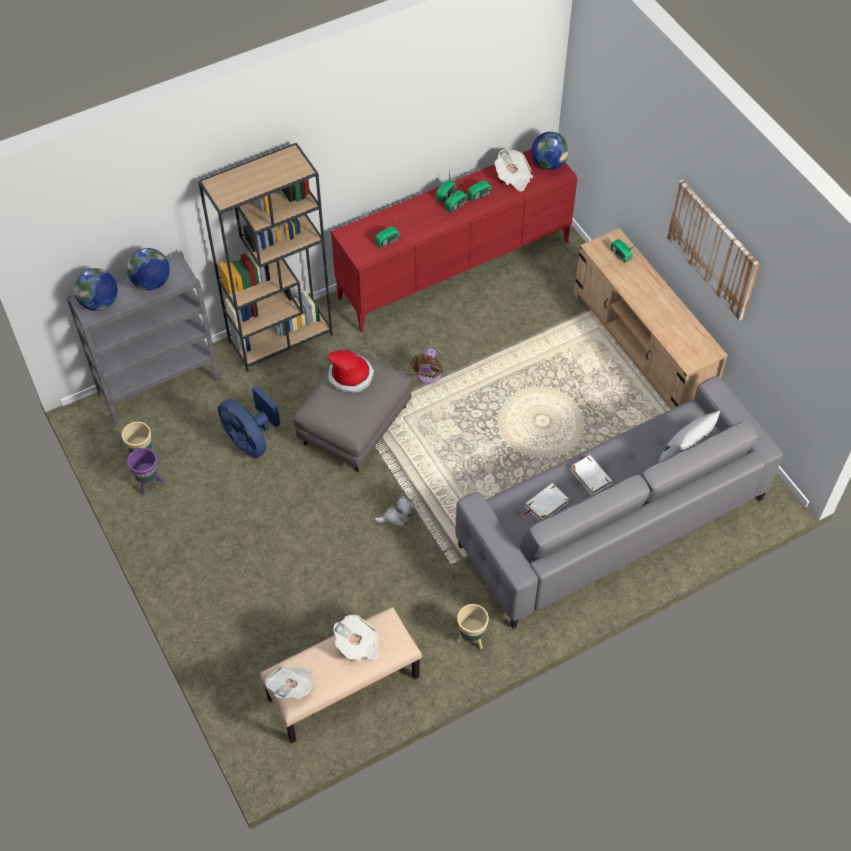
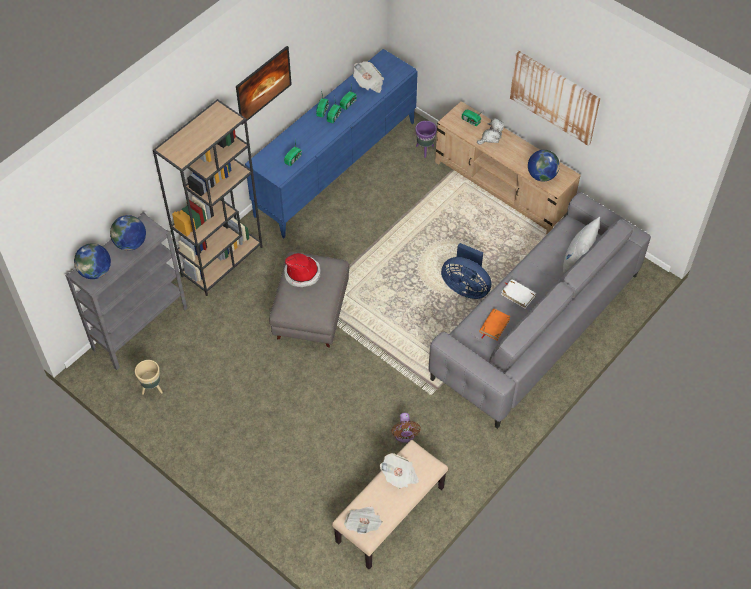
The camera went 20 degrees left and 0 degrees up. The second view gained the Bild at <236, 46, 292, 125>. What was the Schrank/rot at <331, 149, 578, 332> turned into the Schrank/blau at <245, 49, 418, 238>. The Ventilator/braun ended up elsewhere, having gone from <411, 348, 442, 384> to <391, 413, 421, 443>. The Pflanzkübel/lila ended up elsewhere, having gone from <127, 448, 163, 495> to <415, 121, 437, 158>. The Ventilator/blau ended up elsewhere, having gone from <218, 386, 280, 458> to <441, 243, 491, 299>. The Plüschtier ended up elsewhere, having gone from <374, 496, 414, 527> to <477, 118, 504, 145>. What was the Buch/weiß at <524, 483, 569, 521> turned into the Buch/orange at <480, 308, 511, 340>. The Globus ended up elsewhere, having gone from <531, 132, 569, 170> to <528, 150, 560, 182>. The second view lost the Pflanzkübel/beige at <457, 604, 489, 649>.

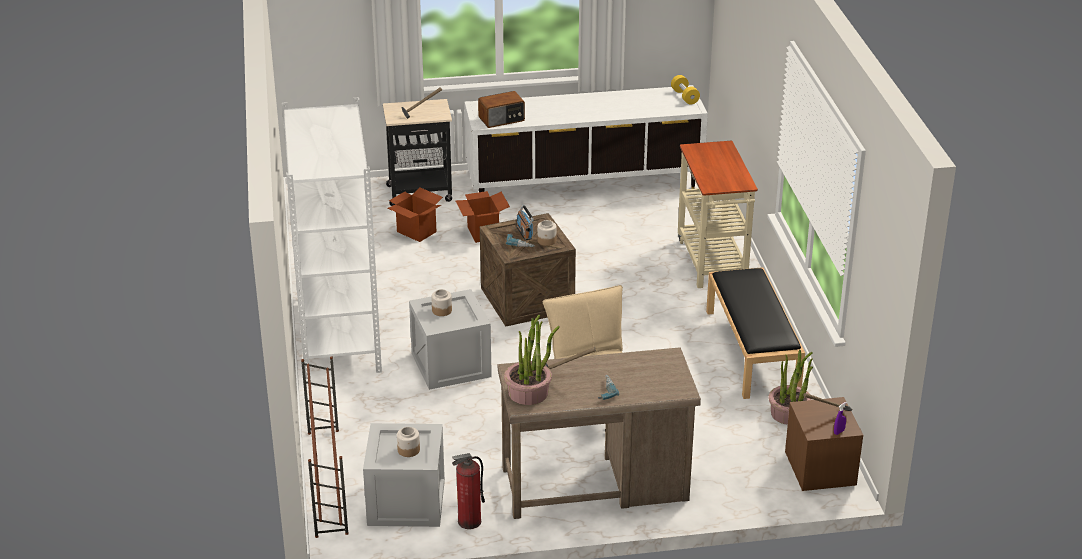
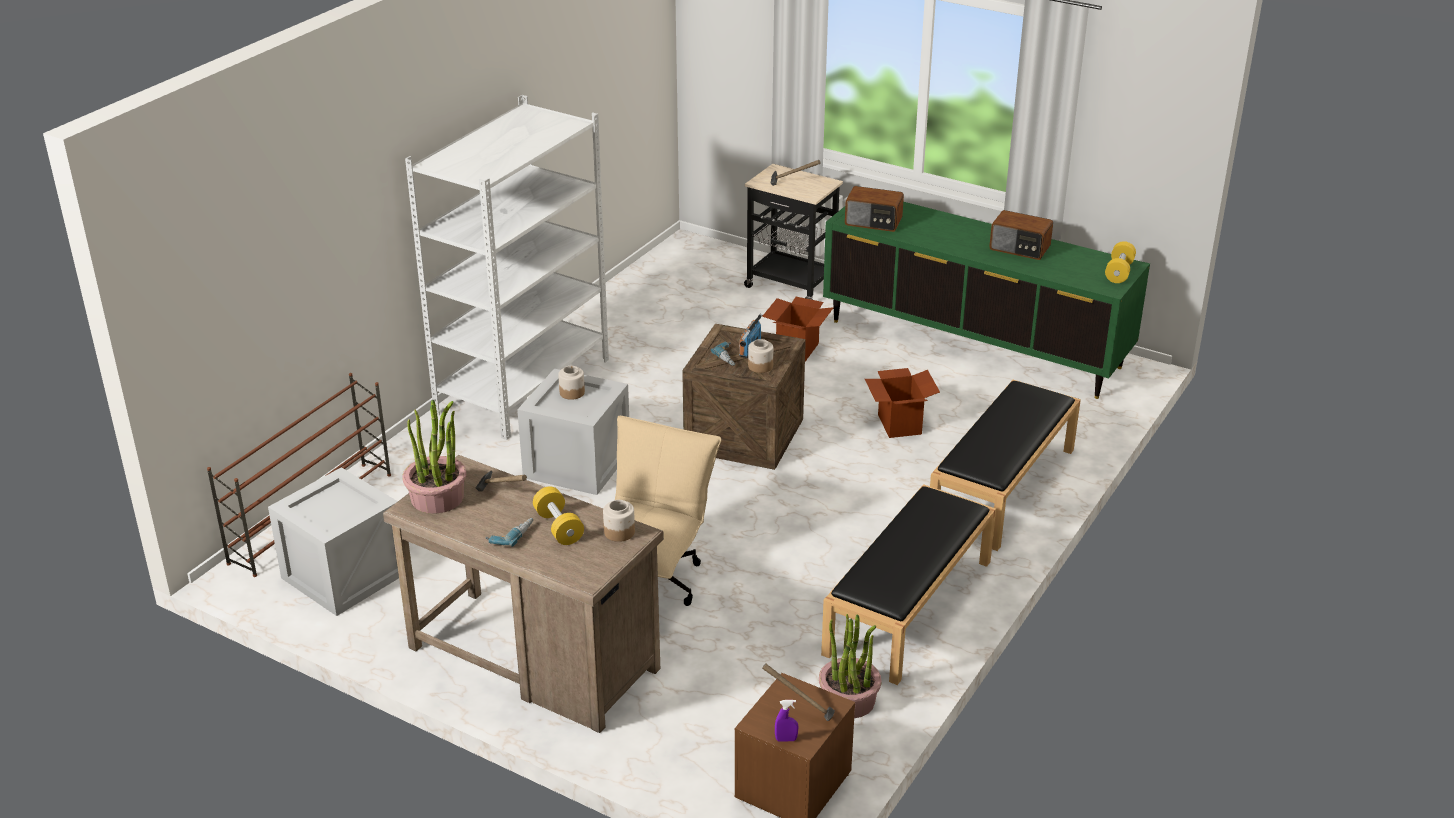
The camera went 40 degrees right and 0 degrees up. The second view gained the Hantel/gelb at <533, 486, 584, 545>. The Vorratsglas ended up elsewhere, having gone from <397, 427, 420, 457> to <603, 500, 635, 542>. What was the Schrank/weiß at <464, 85, 708, 192> turned into the Schrank/grün at <823, 202, 1150, 399>. The Karton ended up elsewhere, having gone from <388, 188, 443, 242> to <865, 368, 940, 438>. Where the Rollwagen/beige stood at <678, 141, 758, 288>, the Bank/schwarz came to stand at <930, 380, 1081, 551>. The second view gained the Radio at <989, 210, 1053, 260>. The second view lost the Feuerlöscher at <452, 453, 485, 529>.

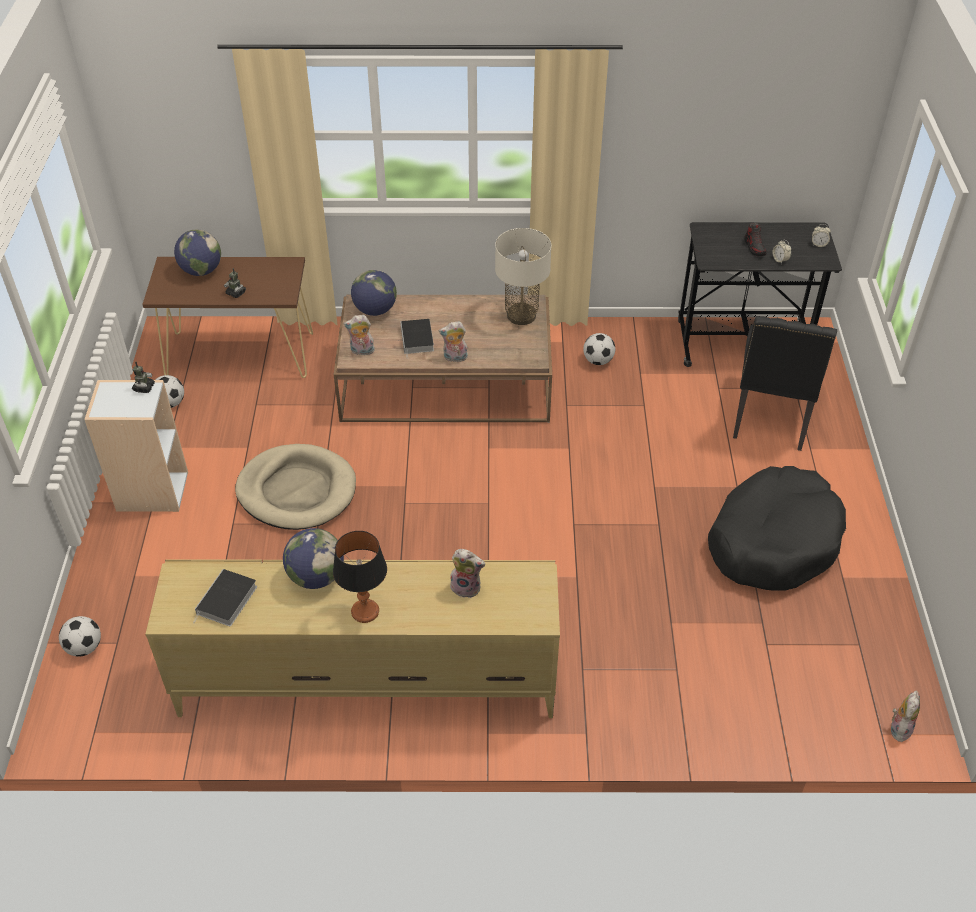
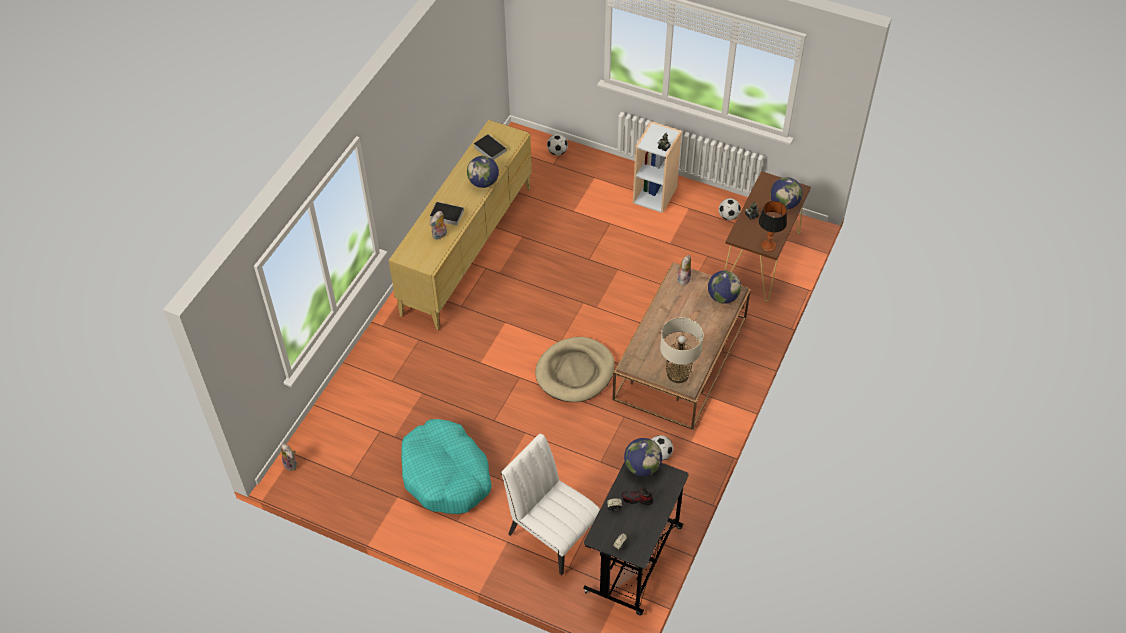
The camera went 115 degrees right and 5 degrees up. What was the Hundebett/schwarz at <708, 466, 846, 591> turned into the Hundebett/türkis at <401, 419, 492, 514>. The Buch ended up elsewhere, having gone from <400, 319, 434, 357> to <430, 202, 464, 226>. What was the Stuhl/schwarz at <733, 316, 837, 451> turned into the Stuhl/weiß at <501, 434, 600, 575>. The Hundebett/beige ended up elsewhere, having gone from <235, 444, 356, 530> to <535, 337, 615, 402>. The second view gained the Globus at <624, 438, 662, 476>. The Tischlampe ended up elsewhere, having gone from <333, 531, 387, 623> to <759, 201, 787, 252>. The second view lost the Plüschtier at <439, 321, 468, 362>.

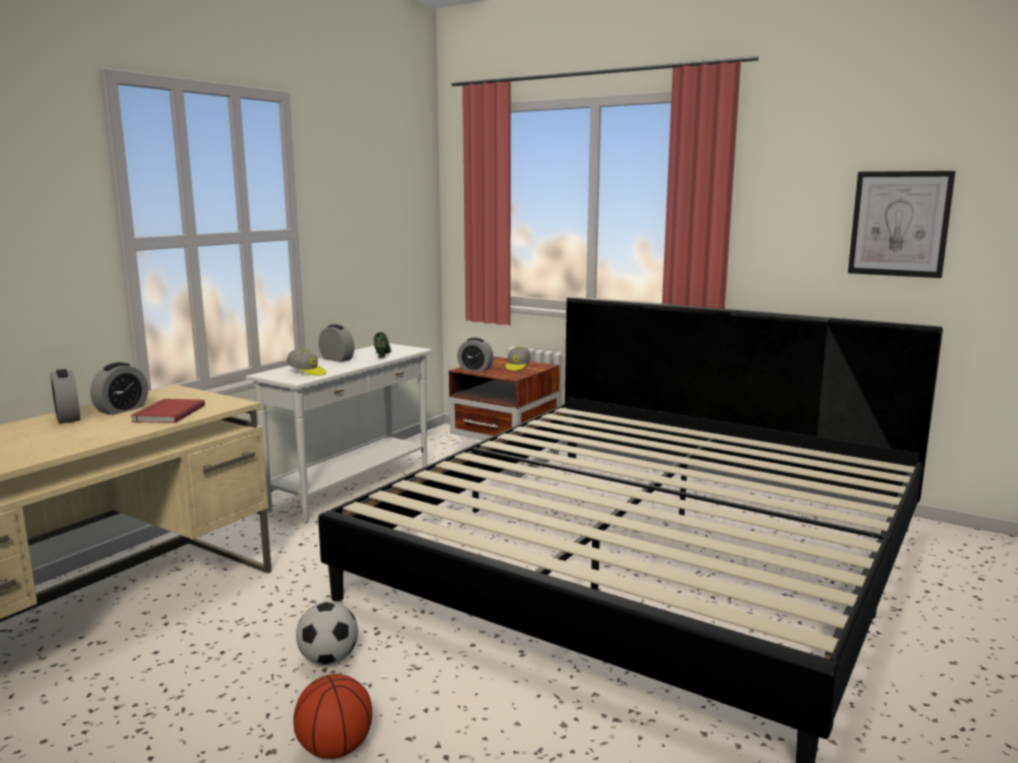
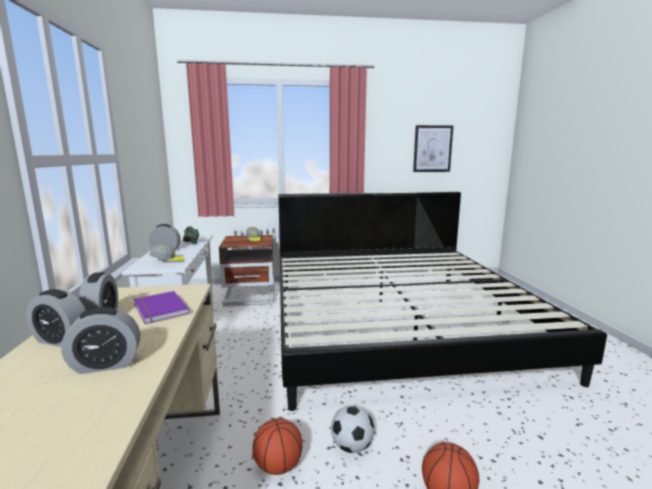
The camera went 40 degrees left and 0 degrees up. The Wecker ended up elsewhere, having gone from <457, 338, 494, 372> to <61, 307, 140, 374>. What was the Buch/rot at <130, 398, 205, 423> turned into the Buch/lila at <134, 291, 190, 324>. The second view gained the Basketball at <253, 418, 303, 475>.

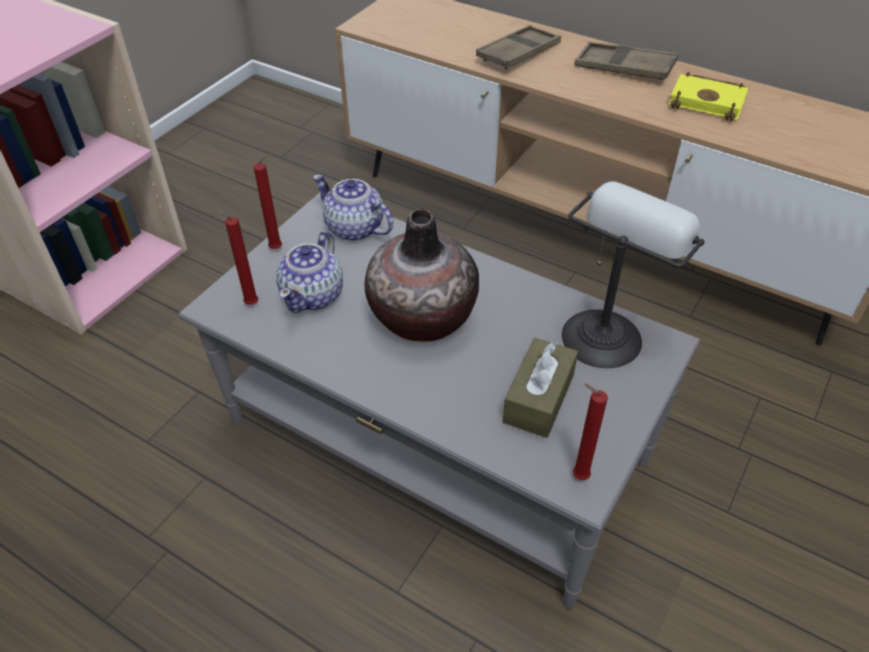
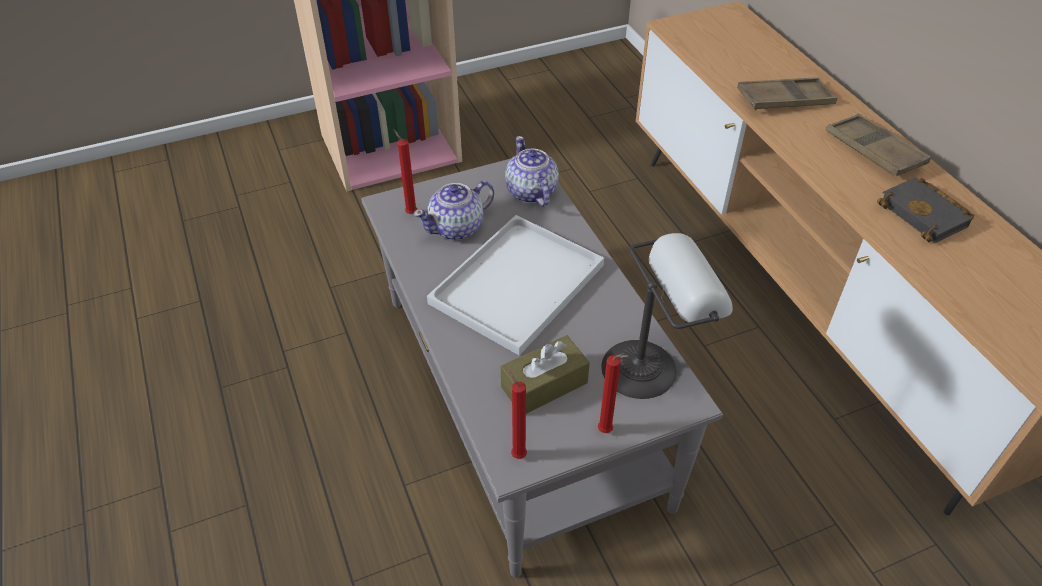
The camera went 35 degrees right and 0 degrees up. Where the Vase stood at <364, 209, 479, 341>, the Tablett/weiß came to stand at <427, 215, 604, 355>. The Kerze/rot ended up elsewhere, having gone from <254, 154, 282, 249> to <598, 354, 629, 433>. What was the Buch/gelb at <669, 72, 748, 121> turned into the Buch/schwarz at <877, 177, 974, 243>.

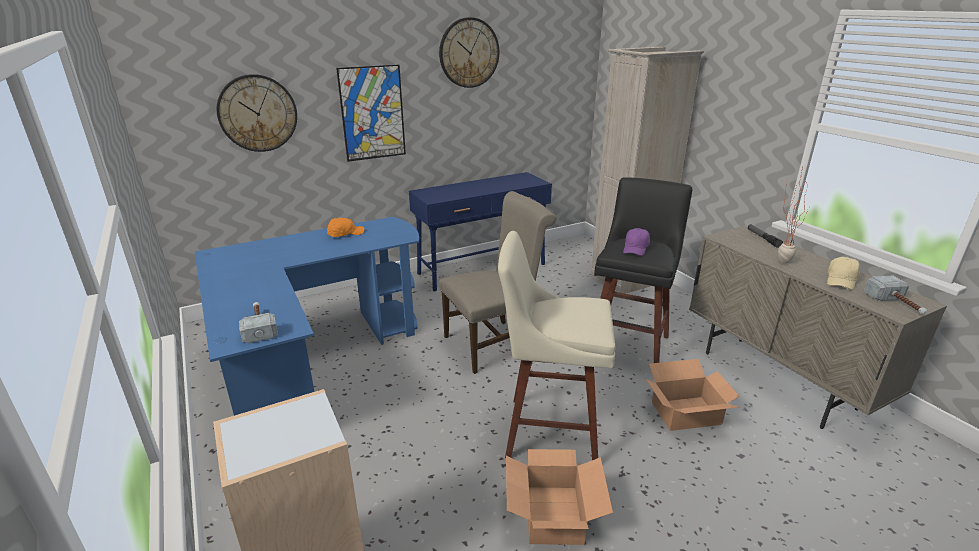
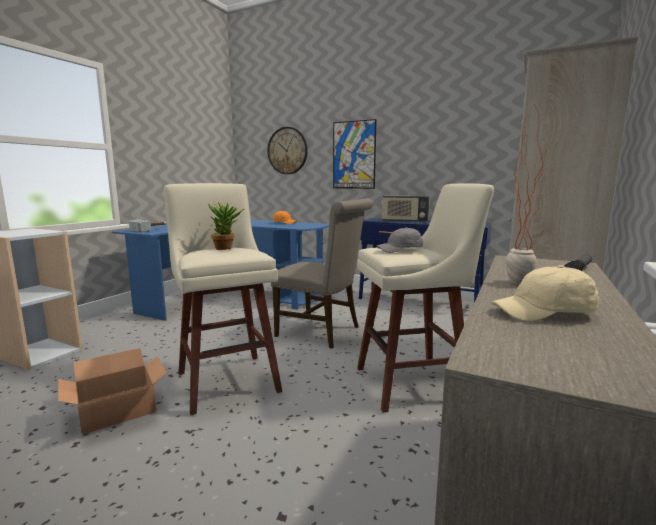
The camera went 55 degrees right and 15 degrees down. The second view gained the Topfpflanze at <207, 202, 244, 250>. What was the Hocker/schwarz at <594, 177, 692, 363> turned into the Hocker/beige at <357, 184, 494, 413>. What was the Kappe/lila at <623, 228, 650, 256> turned into the Kappe/grau at <377, 227, 423, 253>. The second view gained the Radio at <382, 196, 430, 223>. The second view lost the Wanduhr at <439, 17, 499, 88>. The second view lost the Karton at <646, 359, 739, 431>. The second view lost the Hammer at <864, 276, 927, 314>.

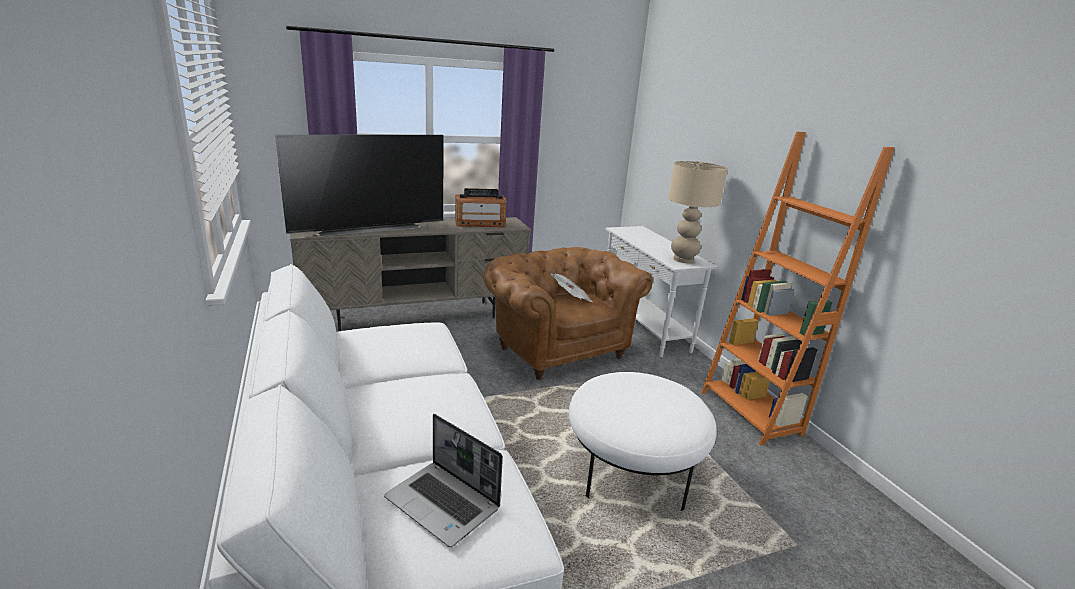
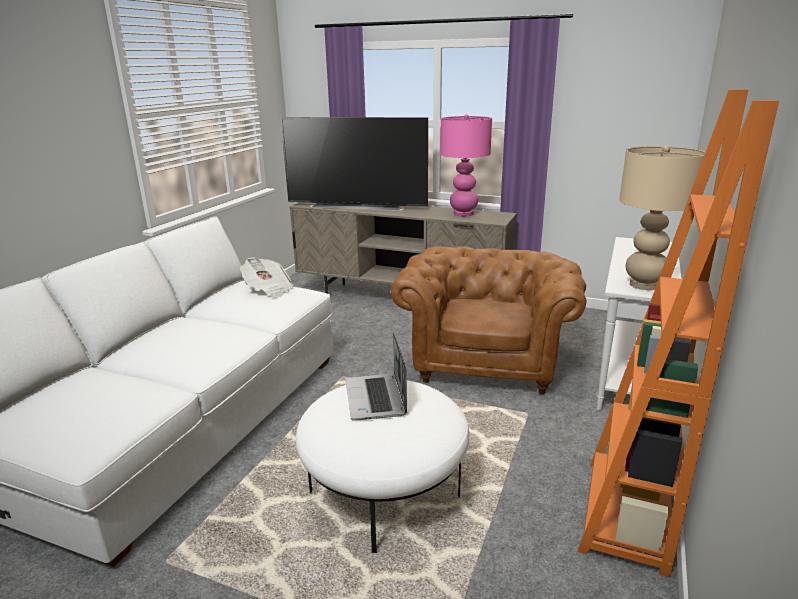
The camera went 45 degrees right and 0 degrees up. The Zeitung ended up elsewhere, having gone from <551, 274, 592, 302> to <240, 257, 293, 298>. The Laptop ended up elsewhere, having gone from <384, 414, 503, 547> to <345, 332, 407, 420>. Where the Radio stood at <455, 188, 506, 227>, the Tischlampe/rosa came to stand at <440, 114, 492, 217>.

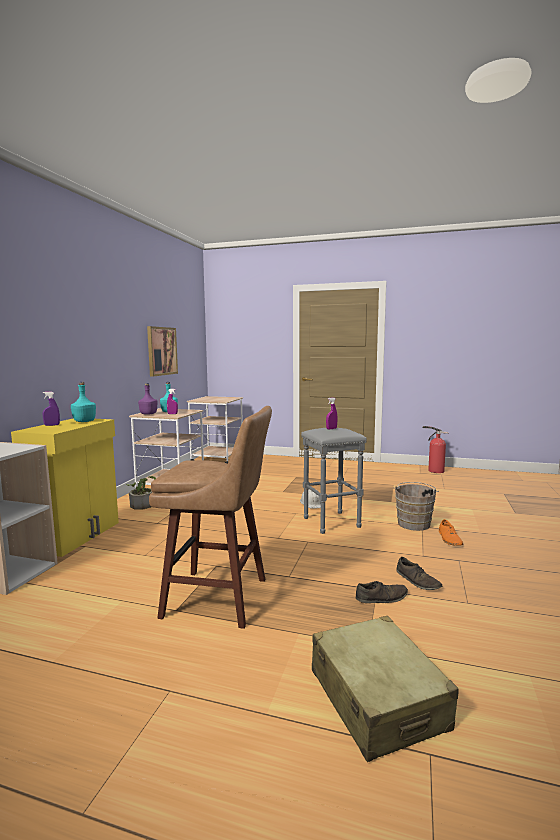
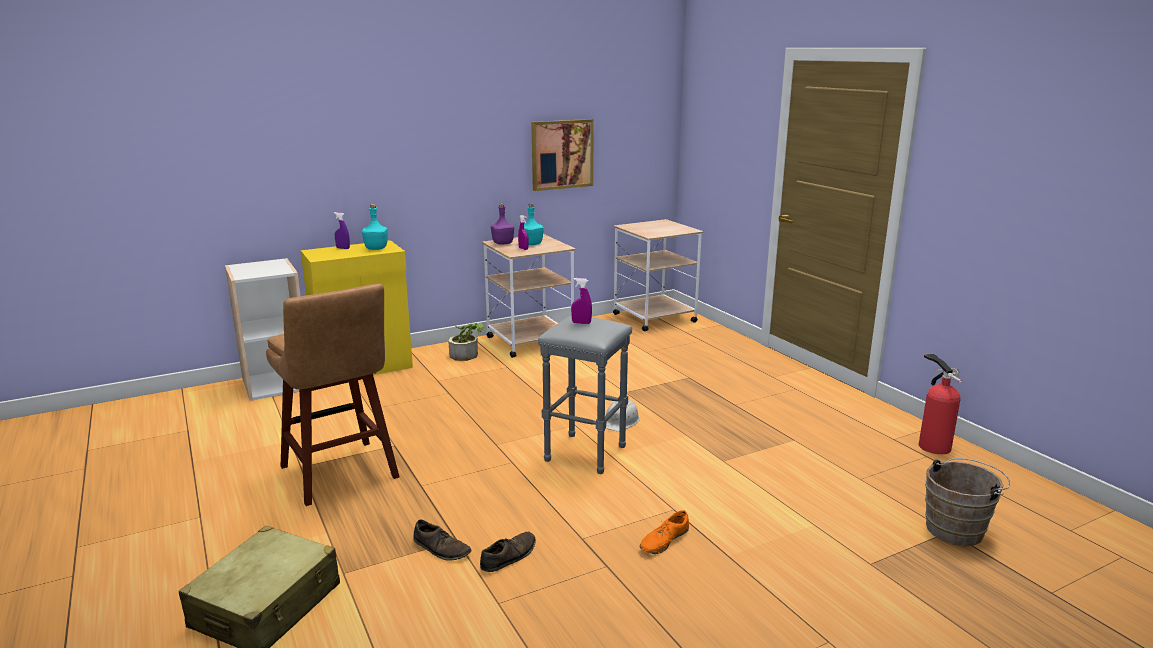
The camera went 45 degrees right and 10 degrees up. The Schuh/braun at <396, 557, 442, 590> ended up facing another way, 150 degrees counterclockwise from before. The Eimer/braun ended up elsewhere, having gone from <394, 482, 439, 531> to <925, 458, 1010, 546>.

